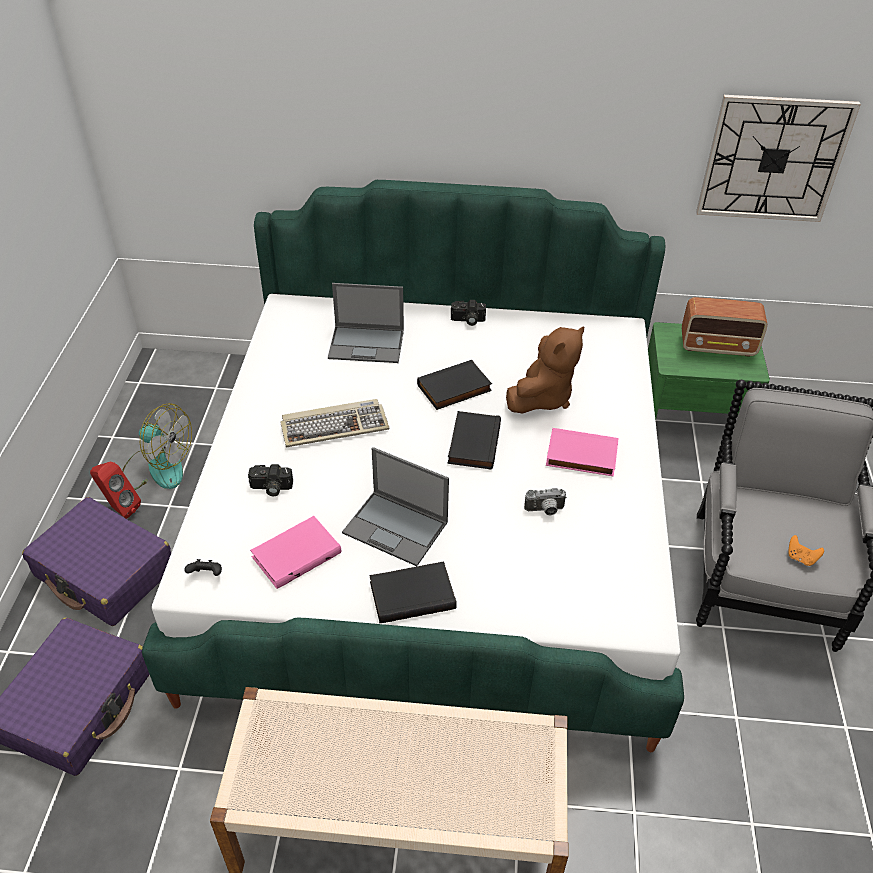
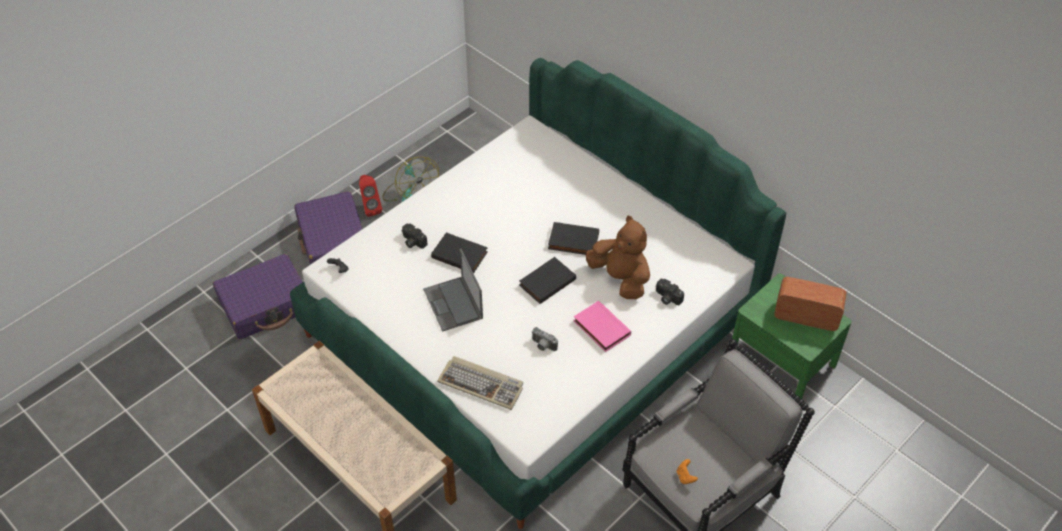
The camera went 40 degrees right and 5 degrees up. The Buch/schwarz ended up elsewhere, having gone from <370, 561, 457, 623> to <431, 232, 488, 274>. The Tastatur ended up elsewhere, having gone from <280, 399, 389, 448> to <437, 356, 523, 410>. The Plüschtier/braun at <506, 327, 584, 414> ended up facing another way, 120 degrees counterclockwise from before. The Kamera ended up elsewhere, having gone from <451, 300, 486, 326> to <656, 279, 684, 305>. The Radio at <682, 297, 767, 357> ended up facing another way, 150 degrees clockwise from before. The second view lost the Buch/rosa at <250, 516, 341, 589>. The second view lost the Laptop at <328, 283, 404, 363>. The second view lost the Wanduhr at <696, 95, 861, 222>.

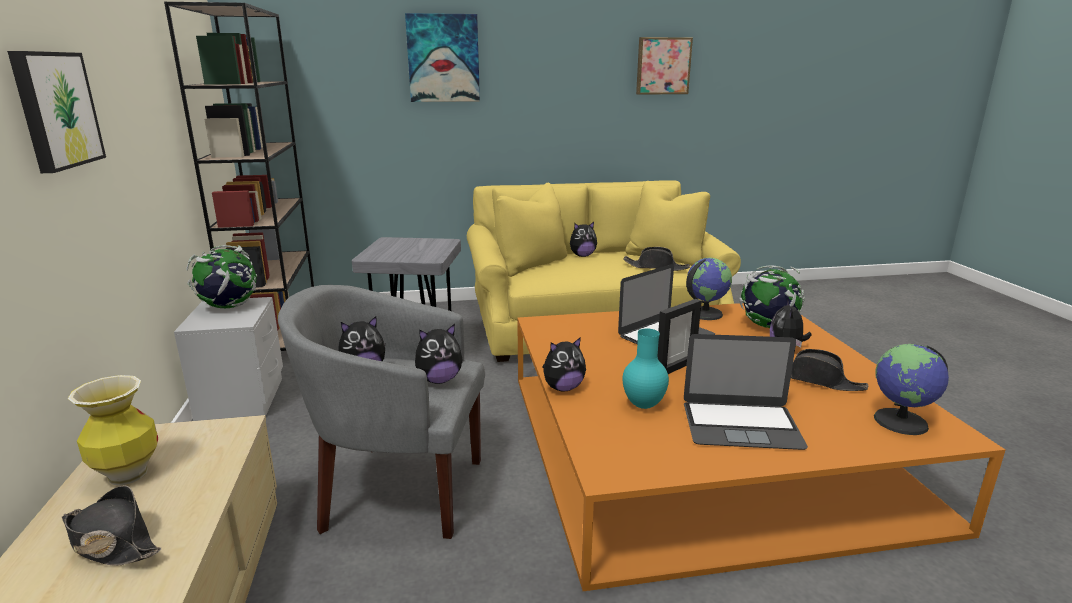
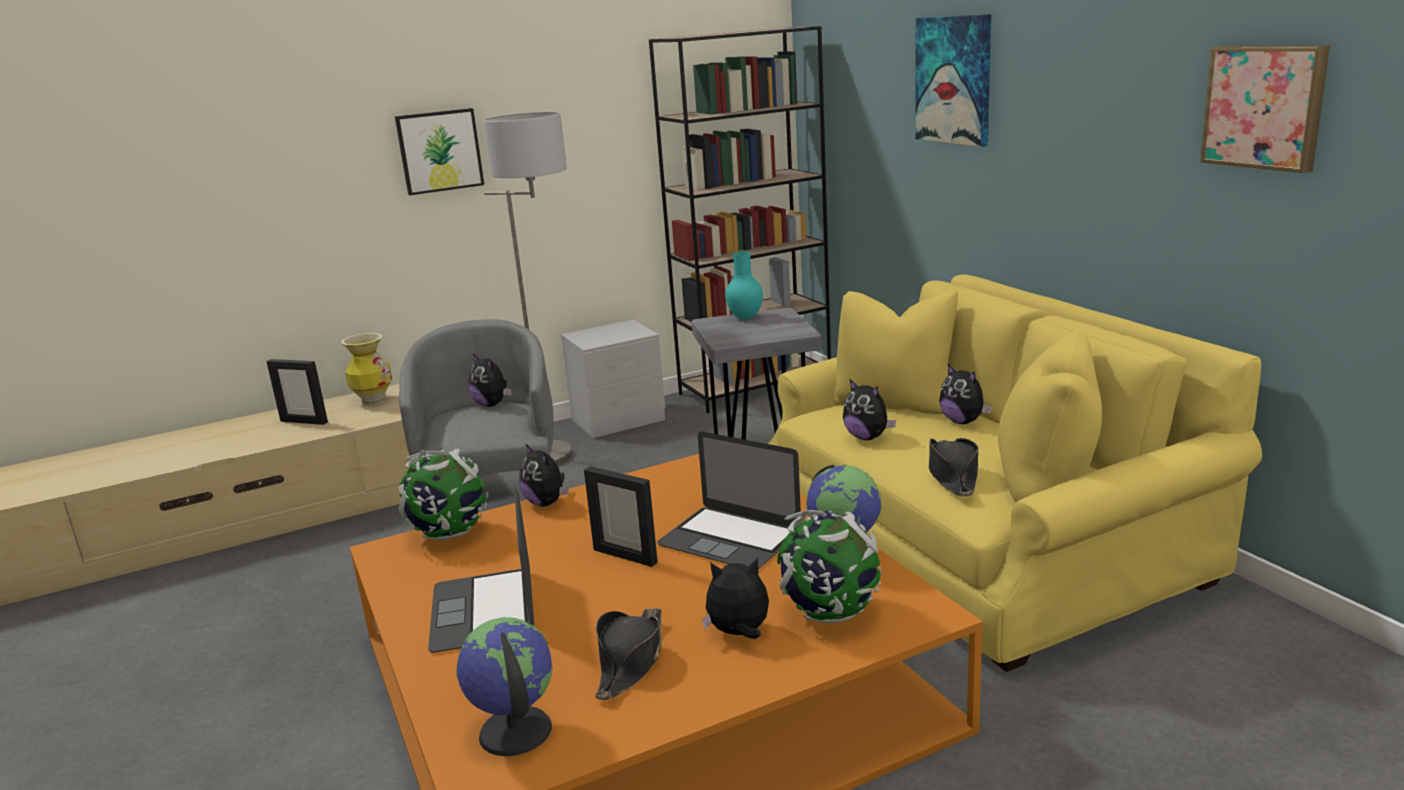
The camera went 75 degrees right and 0 degrees up. Where the Hut/schwarz stood at <62, 485, 161, 566>, the Bilderrahmen came to stand at <266, 359, 328, 425>. The Globus ended up elsewhere, having gone from <186, 245, 257, 308> to <399, 449, 488, 540>. The second view gained the Stehlampe/grau at <484, 112, 572, 466>. The Vase/türkis ended up elsewhere, having gone from <623, 328, 669, 409> to <725, 251, 763, 320>. The Plüschtier ended up elsewhere, having gone from <415, 324, 463, 384> to <843, 379, 896, 440>.

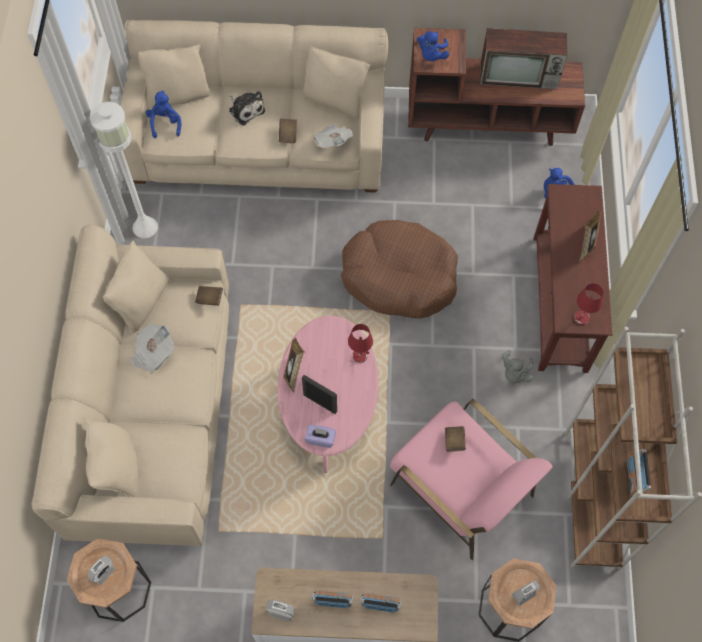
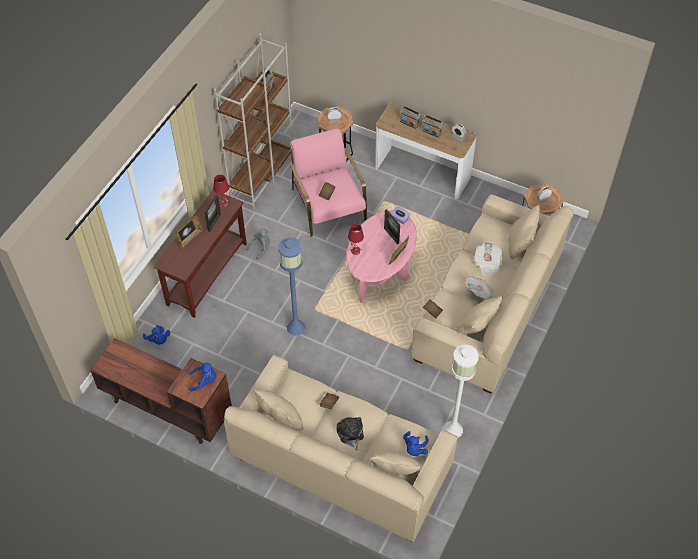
The camera went 155 degrees left and 10 degrees down. The Plüschtier/blau at <417, 31, 449, 61> ended up facing another way, 45 degrees clockwise from before. The second view gained the Bilderrahmen at <205, 195, 221, 232>. Where the Hundebett/braun stood at <341, 220, 458, 318>, the Stehlampe/blau came to stand at <278, 237, 305, 336>. The Zeitung ended up elsewhere, having gone from <313, 124, 353, 148> to <474, 241, 503, 276>. The second view lost the Fernseher at <480, 28, 567, 89>.

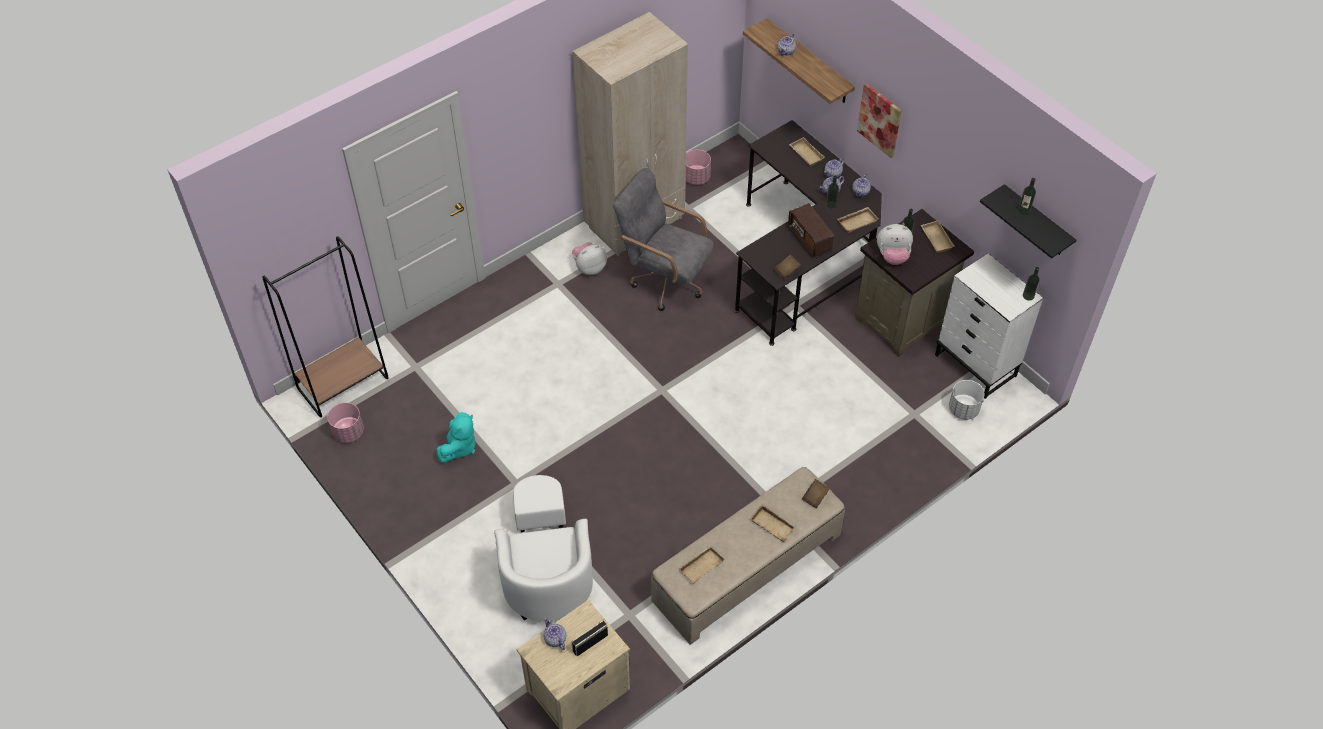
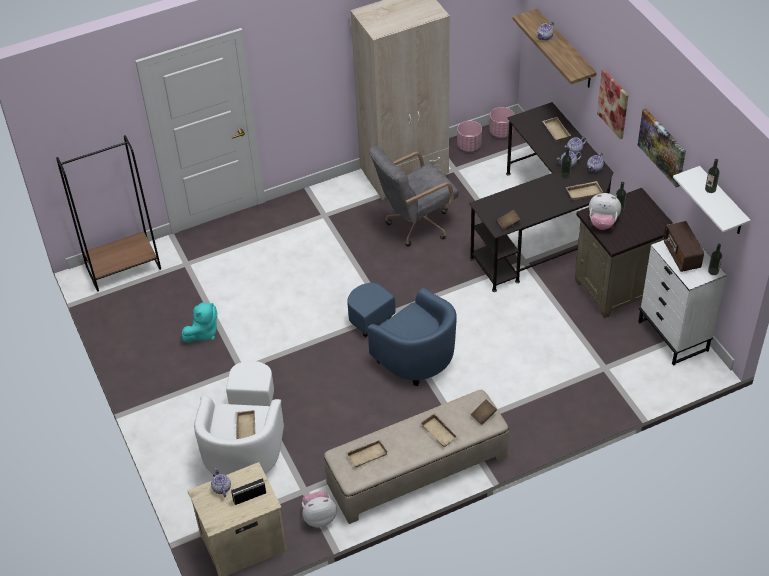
The camera went 15 degrees right and 5 degrees down. The Tablett/beige ended up elsewhere, having gone from <920, 220, 955, 253> to <235, 410, 256, 439>. The Plüschtier ended up elsewhere, having gone from <572, 242, 607, 275> to <302, 491, 337, 528>. The second view gained the Sessel/blau at <347, 283, 457, 386>. The Bürostuhl/grau at <613, 168, 714, 311> ended up facing another way, 75 degrees counterclockwise from before. The Pflanzkübel/rosa ended up elsewhere, having gone from <327, 403, 364, 443> to <489, 107, 514, 138>. The second view gained the Bild at <638, 109, 686, 187>. The Radio ended up elsewhere, having gone from <788, 203, 834, 258> to <663, 221, 704, 272>. What was the Wandregal/schwarz at <980, 184, 1076, 258> turned into the Wandregal/weiß at <673, 166, 751, 234>. The second view lost the Pflanzkübel/weiß at <949, 380, 984, 420>.

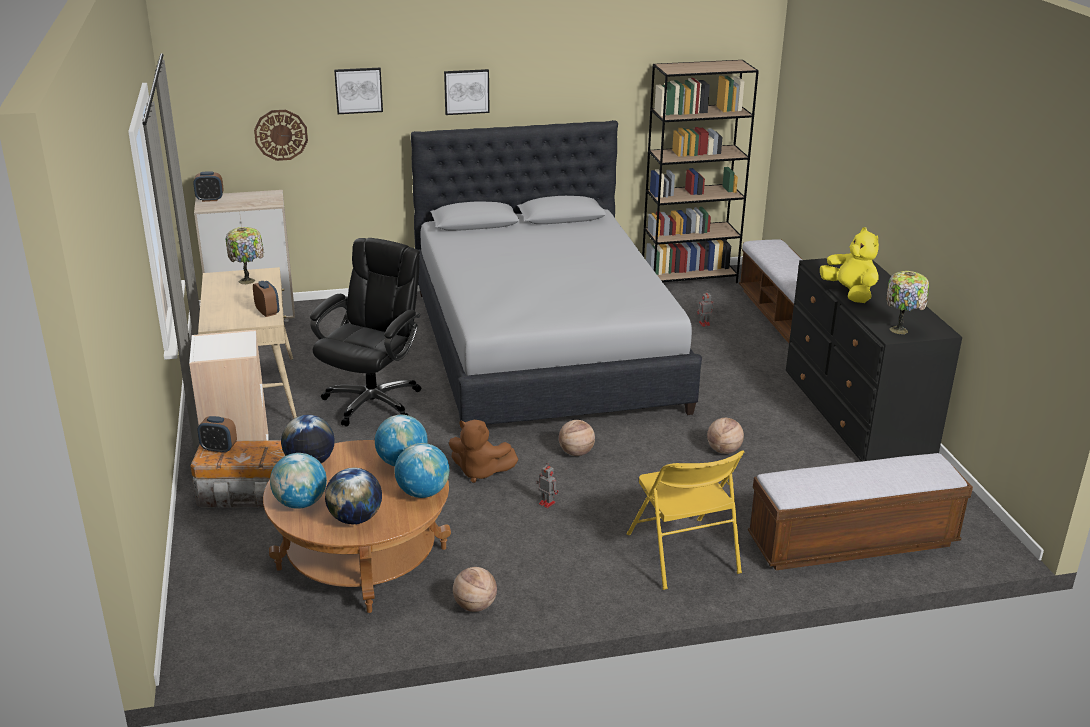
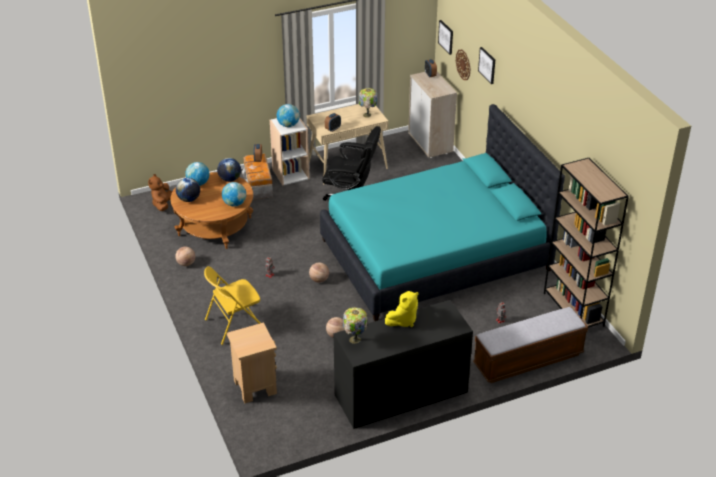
The camera went 80 degrees right and 10 degrees up. The Plüschtier/braun ended up elsewhere, having gone from <449, 420, 519, 483> to <148, 174, 172, 211>. Where the Bank stood at <748, 453, 973, 570>, the Nachttisch/beige came to stand at <227, 322, 277, 404>. The Globus ended up elsewhere, having gone from <395, 443, 449, 498> to <277, 104, 300, 127>. What was the Bett/grau at <411, 120, 702, 425> turned into the Bett/türkis at <320, 104, 565, 321>. The Bild ended up elsewhere, having gone from <444, 69, 490, 115> to <438, 20, 453, 55>.

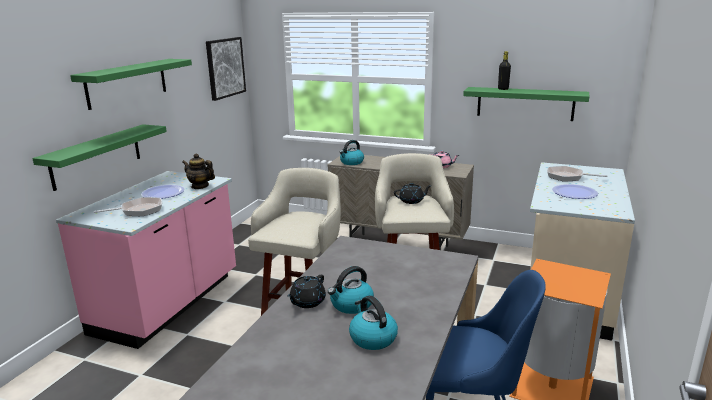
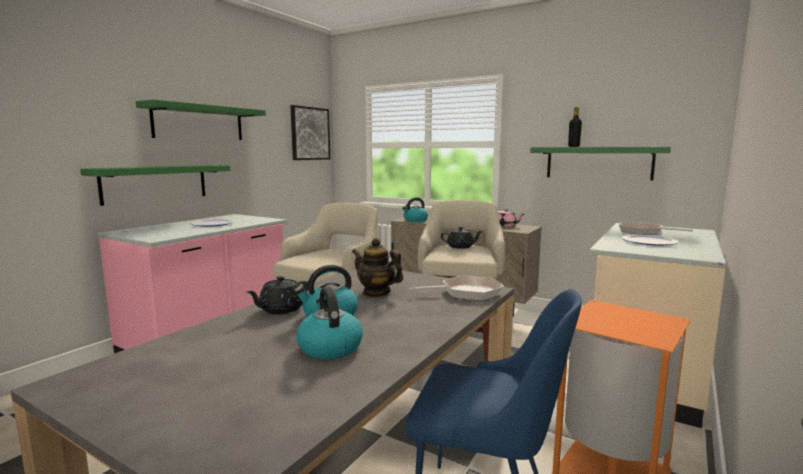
The camera went 10 degrees right and 10 degrees down. The Teekanne ended up elsewhere, having gone from <182, 153, 215, 189> to <352, 238, 403, 297>. The Pfanne ended up elsewhere, having gone from <94, 197, 162, 216> to <409, 275, 504, 301>.

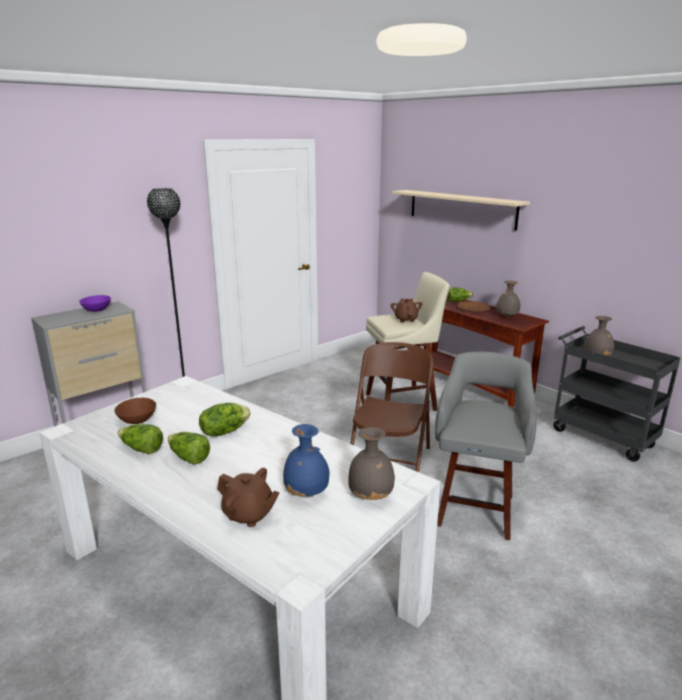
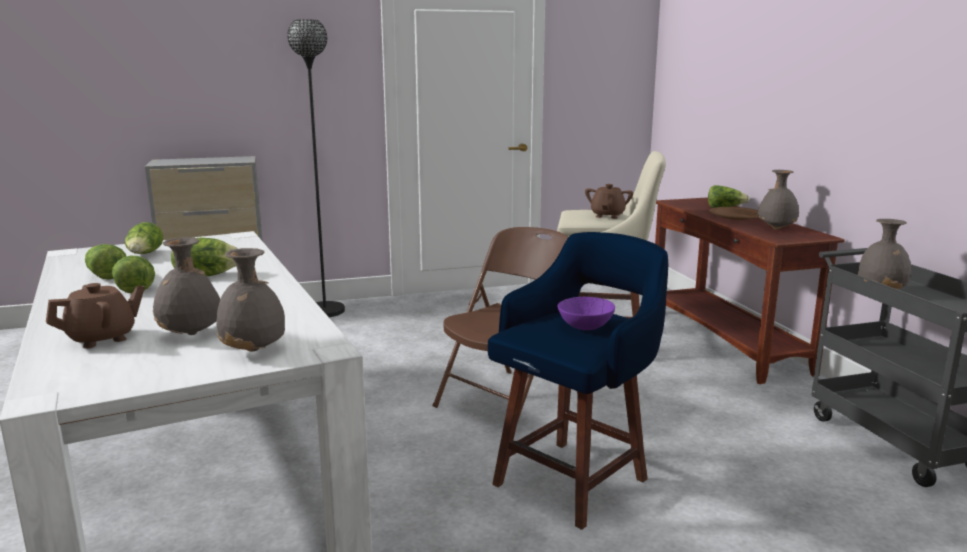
The camera went 25 degrees right and 5 degrees down. The Teekanne/braun at <217, 468, 280, 527> ended up facing another way, 90 degrees counterclockwise from before. Where the Schüssel/braun stood at <114, 397, 156, 424>, the Salatkopf came to stand at <125, 222, 163, 254>. What was the Vase/blau at <283, 424, 329, 497> turned into the Vase/grau at <153, 237, 220, 335>. What was the Hocker/grau at <435, 352, 537, 540> turned into the Hocker/blau at <488, 232, 668, 530>. The Schüssel/lila ended up elsewhere, having gone from <79, 295, 111, 312> to <557, 297, 615, 330>. The second view lost the Wandregal/beige at <392, 190, 530, 231>.

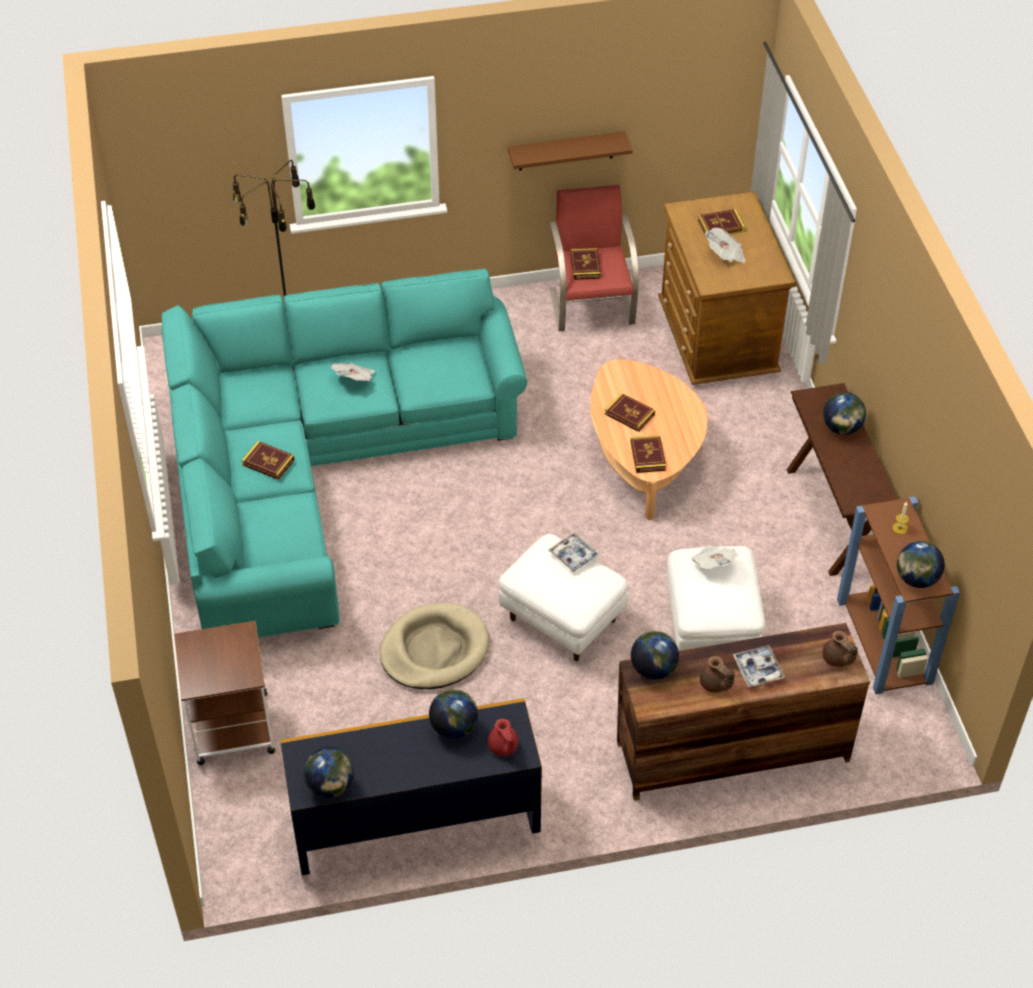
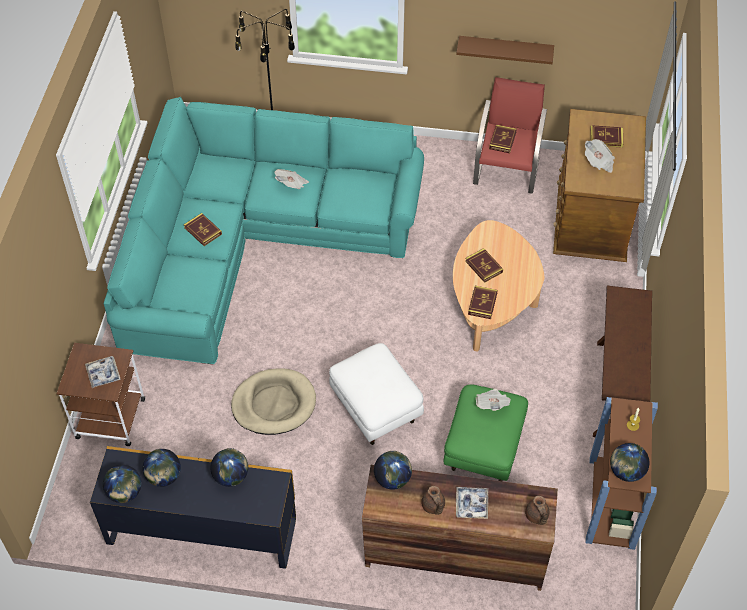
The camera went 20 degrees right and 5 degrees up. The Tablett ended up elsewhere, having gone from <548, 533, 600, 572> to <85, 356, 121, 388>. The Globus ended up elsewhere, having gone from <823, 392, 866, 435> to <143, 449, 181, 487>. What was the Polsterhocker/weiß at <667, 546, 765, 651> turned into the Polsterhocker/grün at <444, 384, 528, 481>. The second view lost the Teekanne/rot at <488, 719, 518, 756>.

